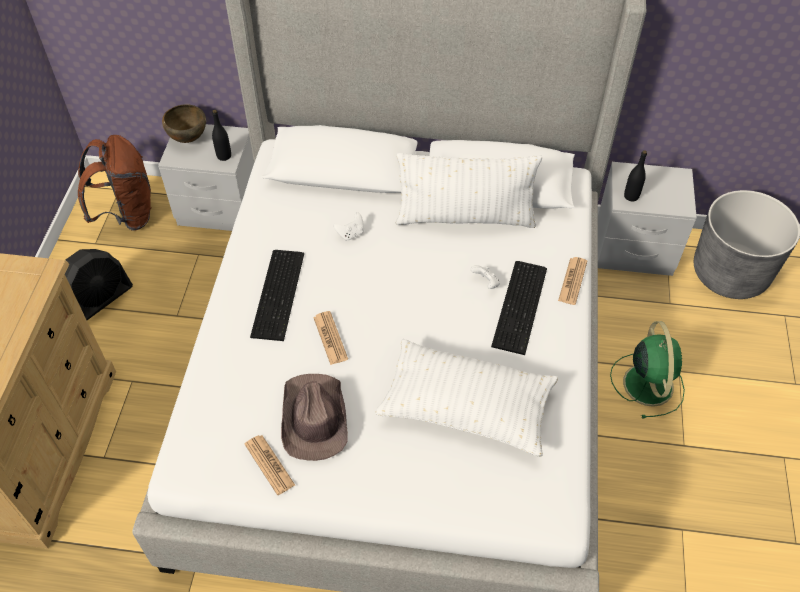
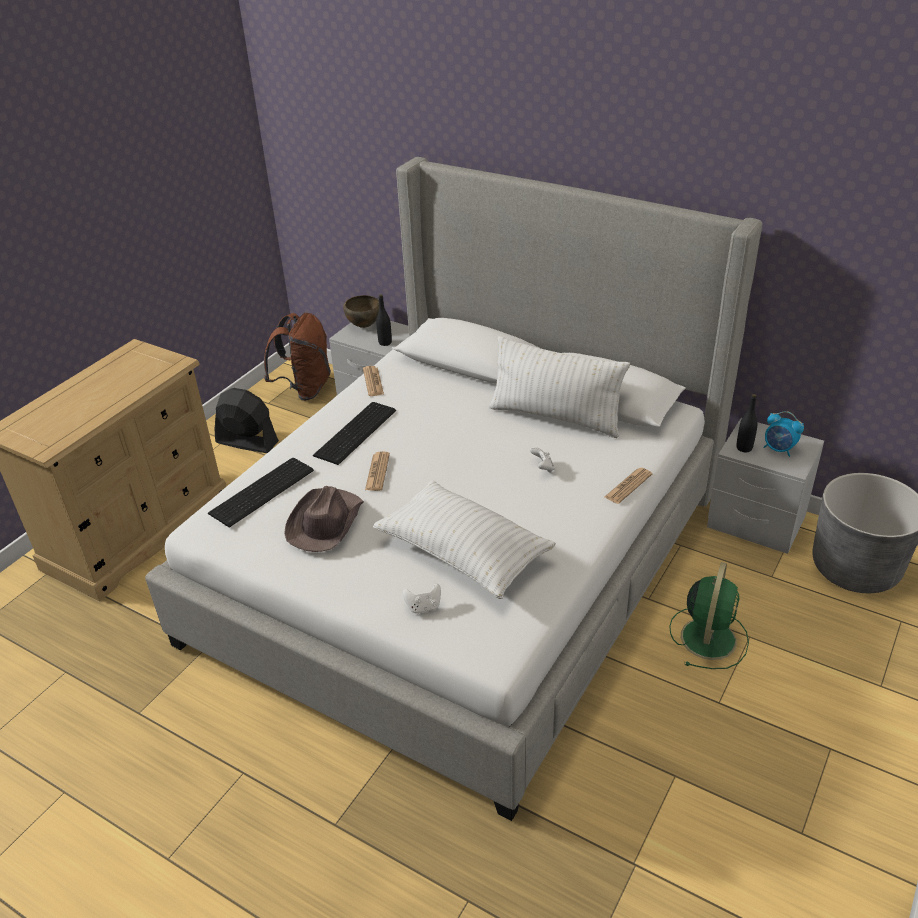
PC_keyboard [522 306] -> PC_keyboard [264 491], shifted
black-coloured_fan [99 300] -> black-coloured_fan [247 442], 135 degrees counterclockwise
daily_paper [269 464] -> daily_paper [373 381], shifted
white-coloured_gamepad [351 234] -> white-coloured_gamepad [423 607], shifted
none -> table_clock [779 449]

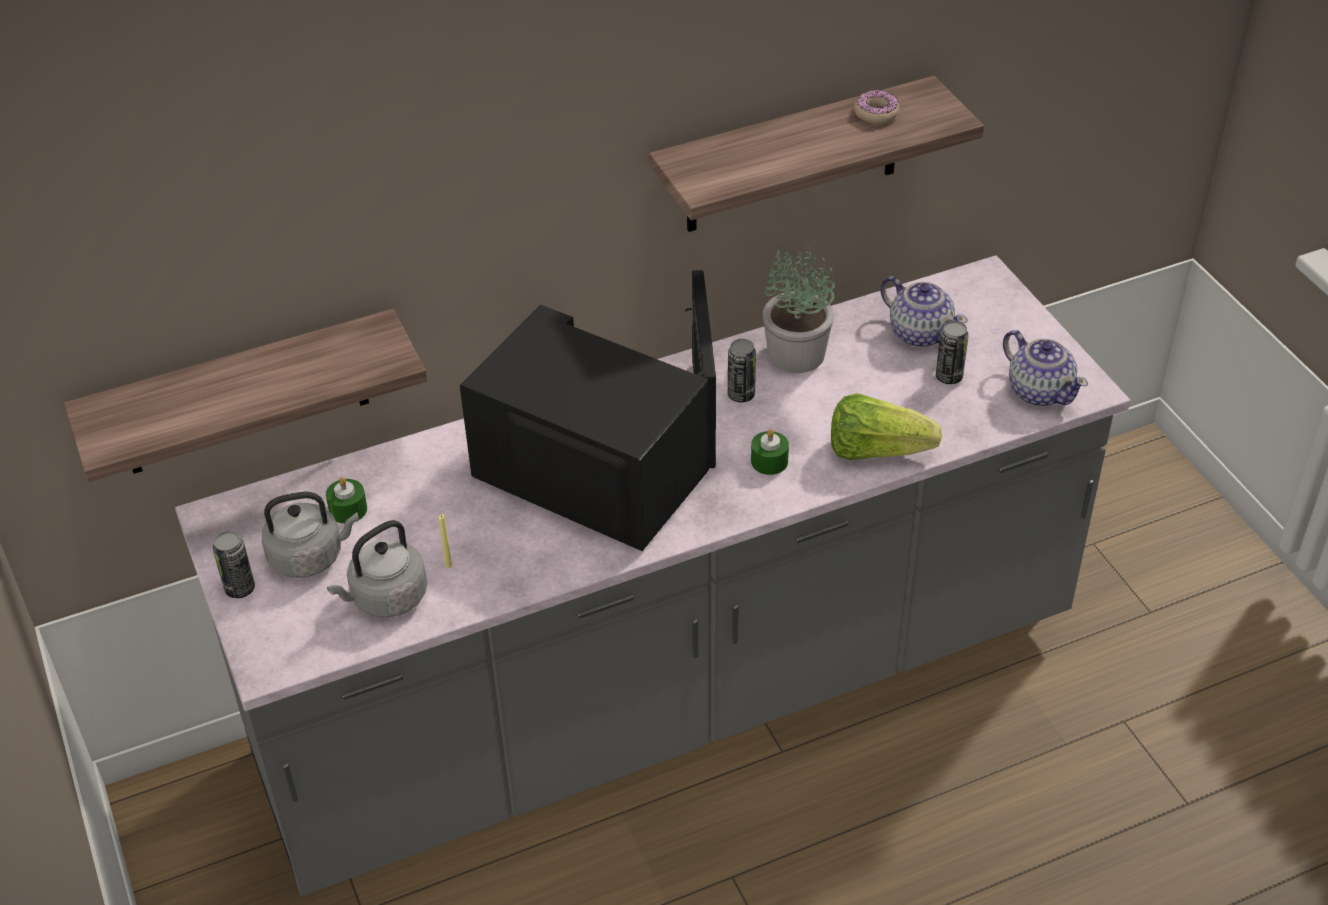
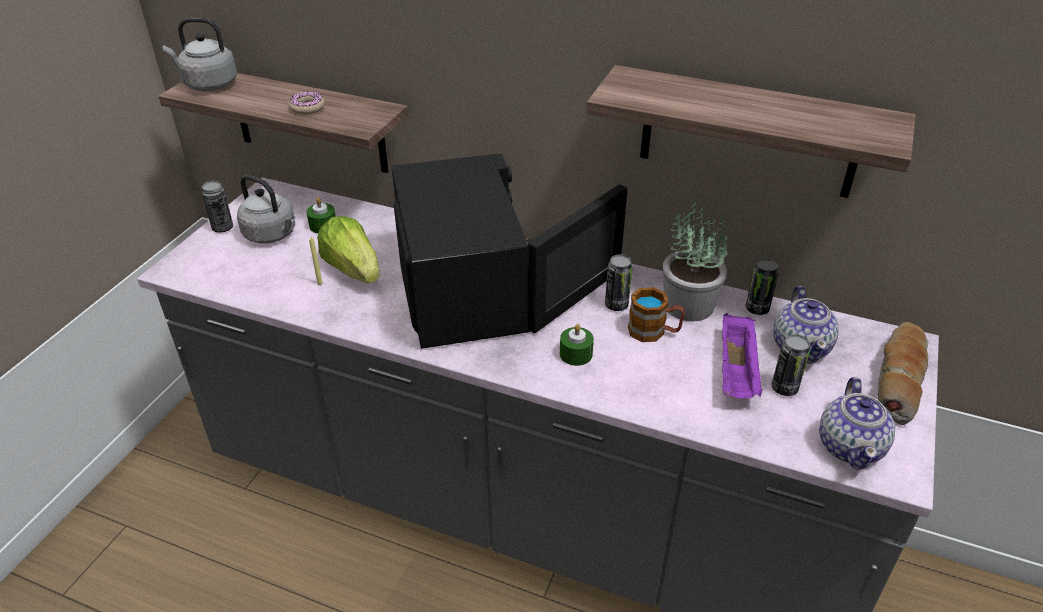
greyish_kettle [386 598] -> greyish_kettle [208 84], shifted
ring_doughnut [876 113] -> ring_doughnut [307 108], shifted
lettuce_head [876 450] -> lettuce_head [353 269], shifted
none -> mug [654 332]
none -> purple_carrying_tray [737 371]
none -> metal_can [757 309]
none -> baked_bread [897 379]

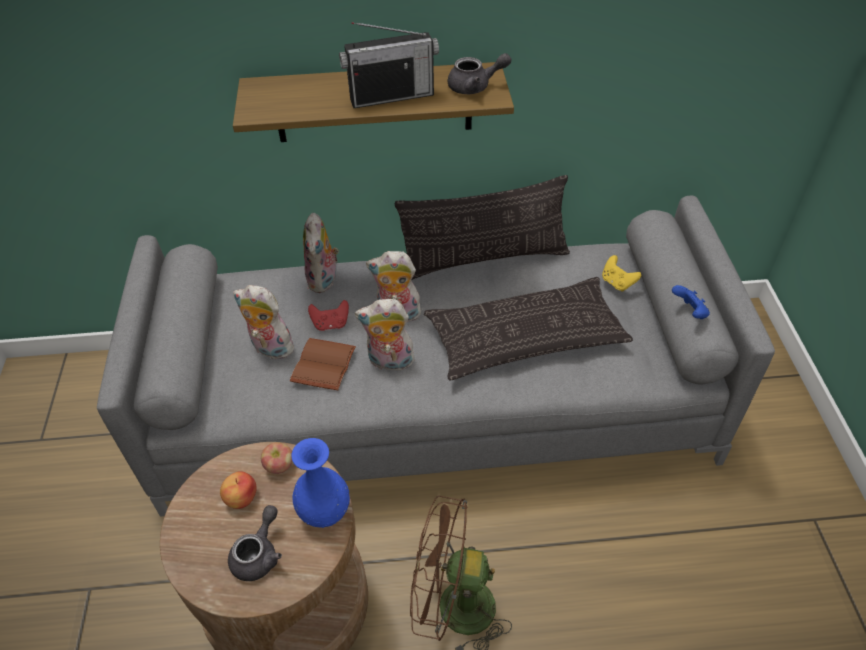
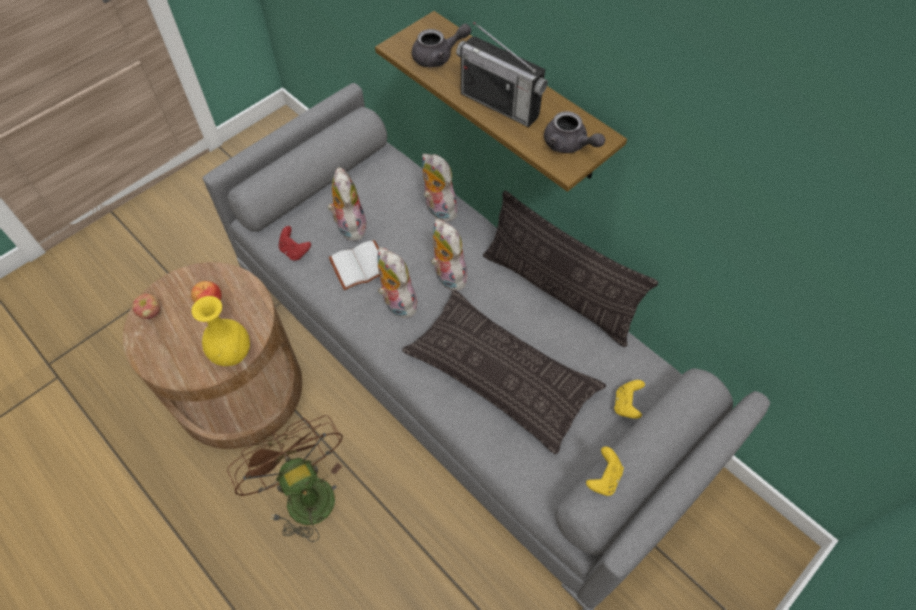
whole_apple [279 466] -> whole_apple [151 312], shifted
blue-coloured_flower_vase [325 511] -> yellow_flower_vase [233 353]
red_gamepad [330 324] -> red_gamepad [295 251], shifted
brown-coloured_volume [322 364] -> white-coloured_volume [360 264]
greyish_teapot [259 554] -> greyish_teapot [438 57], shifted
cuddly_toy [324 280] -> cuddly_toy [438 209], 90 degrees clockwise
blue-coloured_gamepad [689 312] -> yellow_gamepad [603 478]

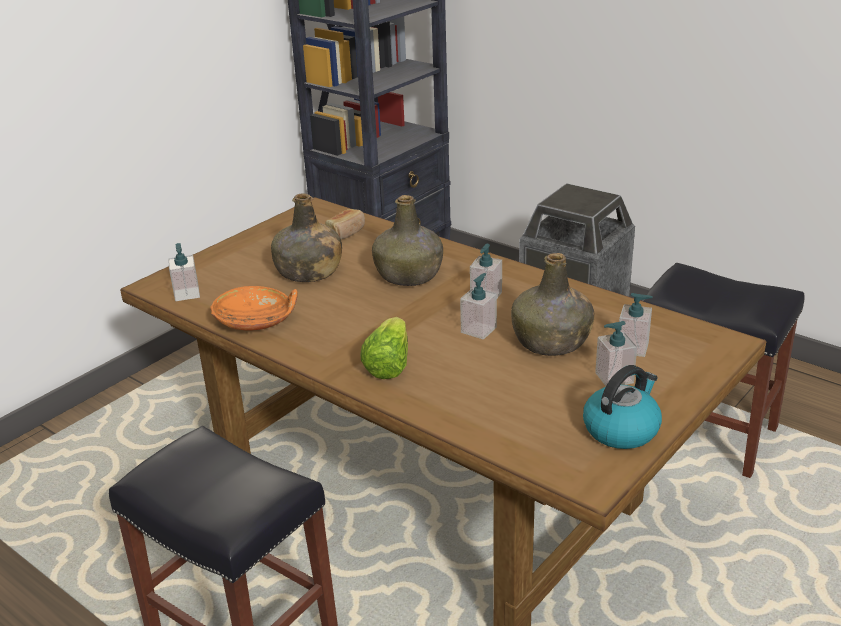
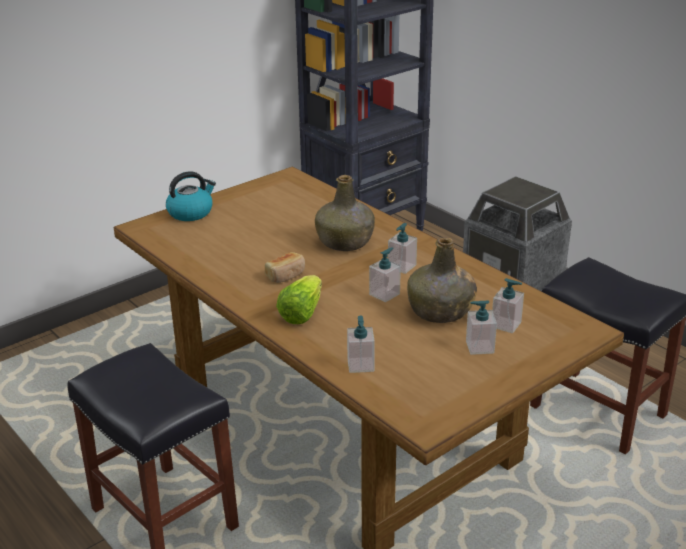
kettle [621 429] -> kettle [191 212], shifted
baked_bread [346 232] -> baked_bread [286 275], shifted
liquid_soap_bottle [187 294] -> liquid_soap_bottle [360 365], shifted
orangey_deep_dish [256 320] -> none
green-coloured_bottle [308 272] -> none

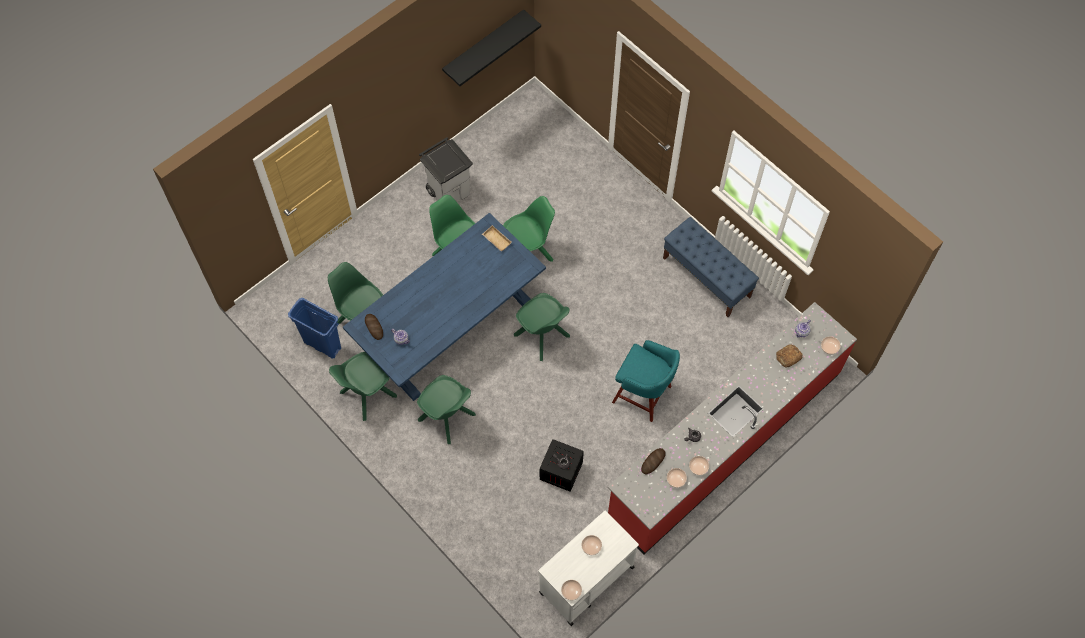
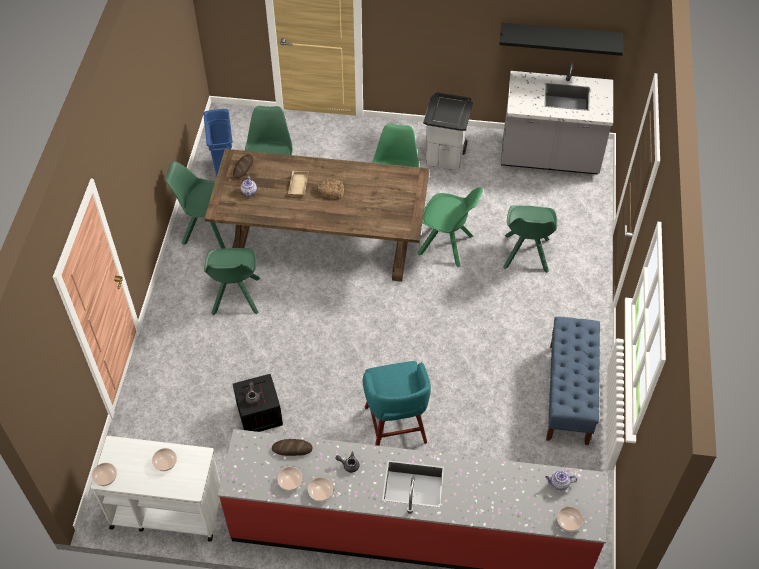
blue-coloured_kitchen_table [449 327] -> brown-coloured_kitchen_table [321 241]
beige-coloured_carrying_tray [496 240] -> beige-coloured_carrying_tray [297 185], shifted
baked_bread [788 357] -> baked_bread [331 191], shifted
none -> greyish_kitchen_base_unit [549 157]
green-coloured_chair [543 337] -> green-coloured_chair [526 254], shifted

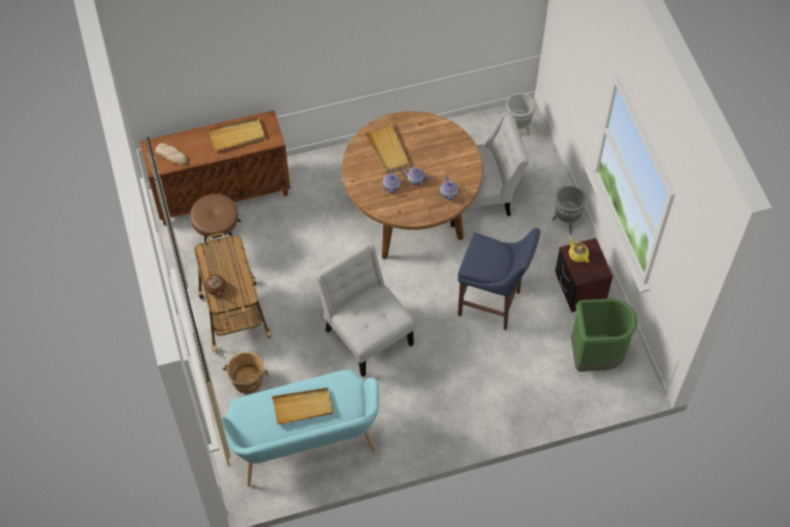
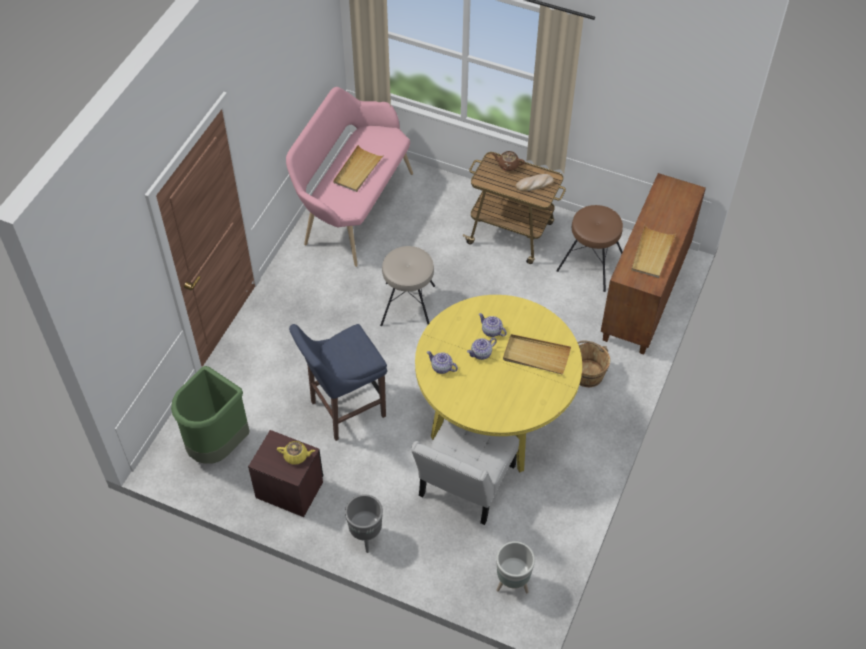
turquoise_indoor_bench [305 447] -> pink-coloured_indoor_bench [353 208]
white-coloured_chair [366 333] -> beige-coloured_stool [408 305]
brown-coloured_kitchen_table [411 215] -> yellow_kitchen_table [494 416]
baked_bread [171 155] -> baked_bread [534 184], shifted
brown-coloured_bucket [247 380] -> brown-coloured_bucket [587 373], shifted

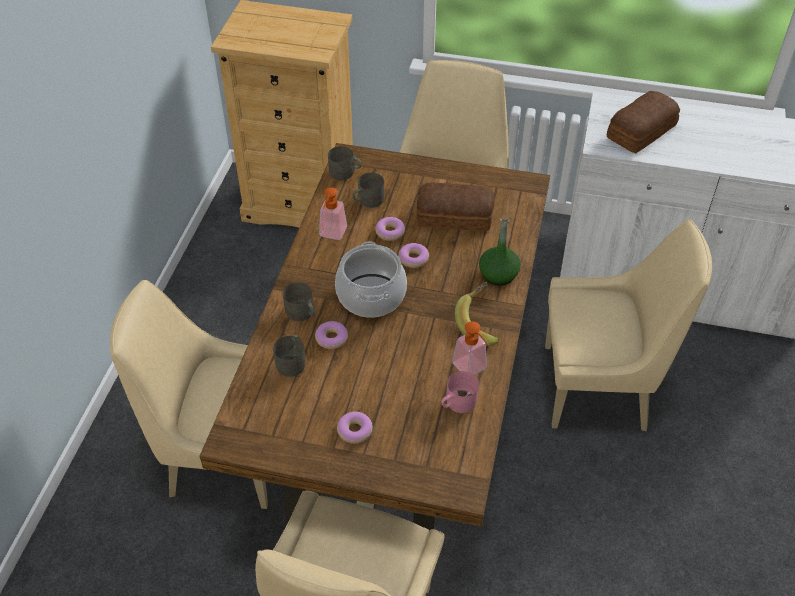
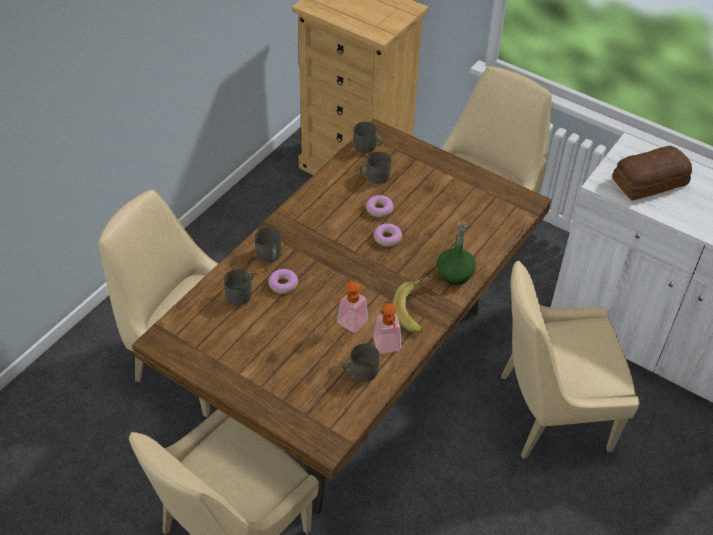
liquid_soap_bottle [331 235] -> liquid_soap_bottle [349 325], shifted
pink-coloured_mug [457 403] -> greyish_mug [360 371]
beige-coloured_chair [600 387] -> beige-coloured_chair [549 412], 150 degrees clockwise
cooking_pot [370 296] -> none
ring_doughnut [355 431] -> none
baked_bread [455 217] -> none

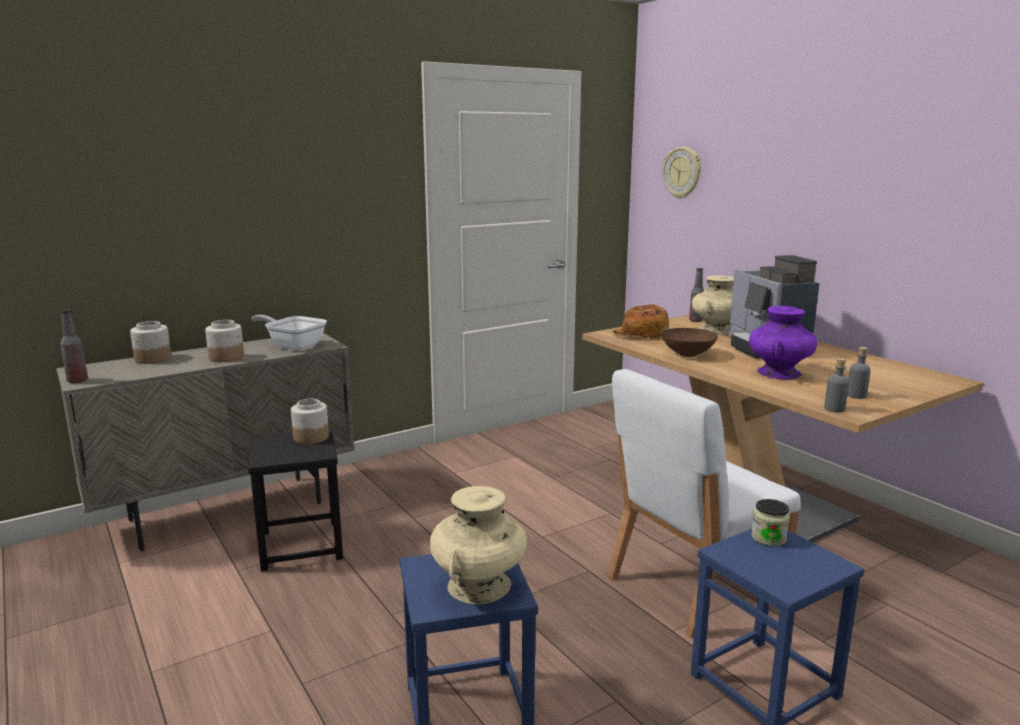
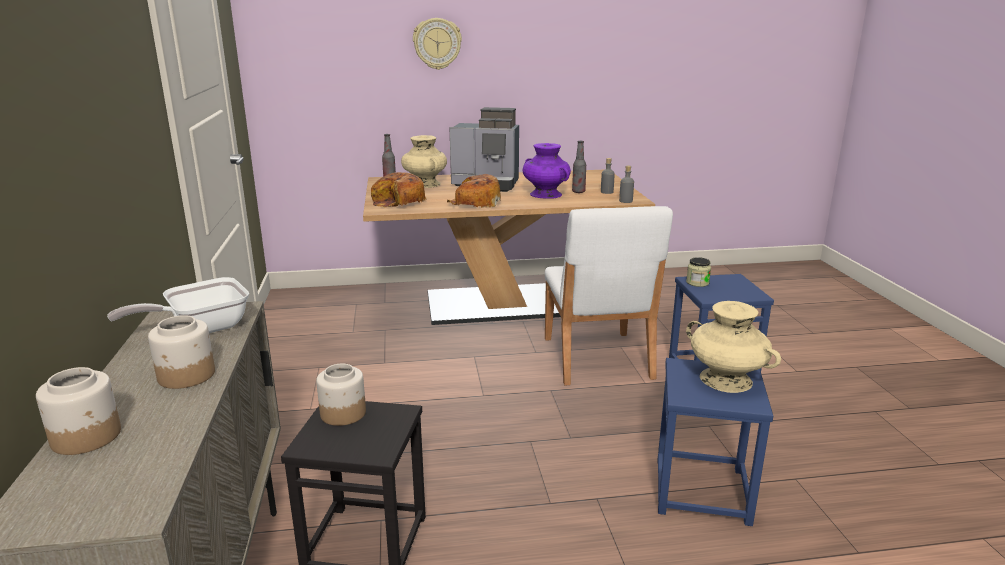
clock_on_the_wall [682 172] -> clock_on_the_wall [437 43], shifted
brown-coloured_deep_dish [688 354] -> baked_bread [474 202]
bottle [77 381] -> bottle [578 192], shifted

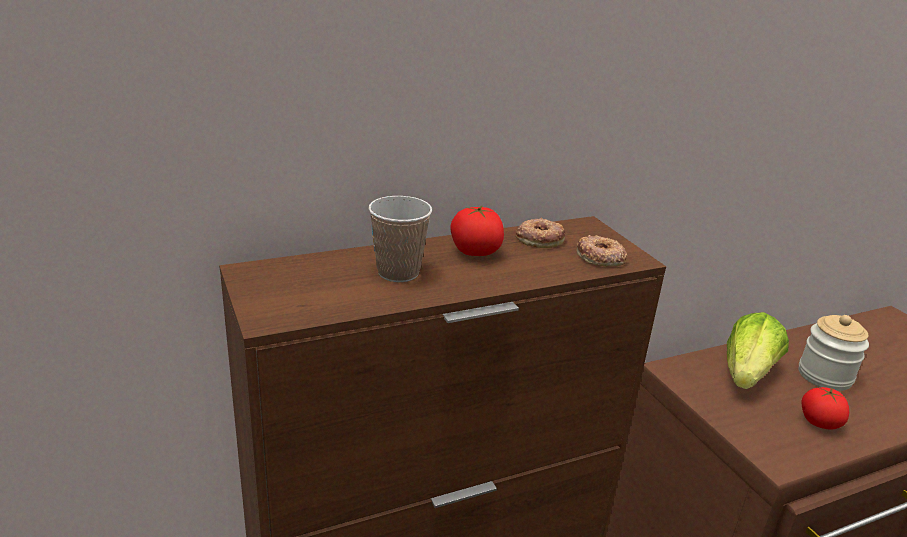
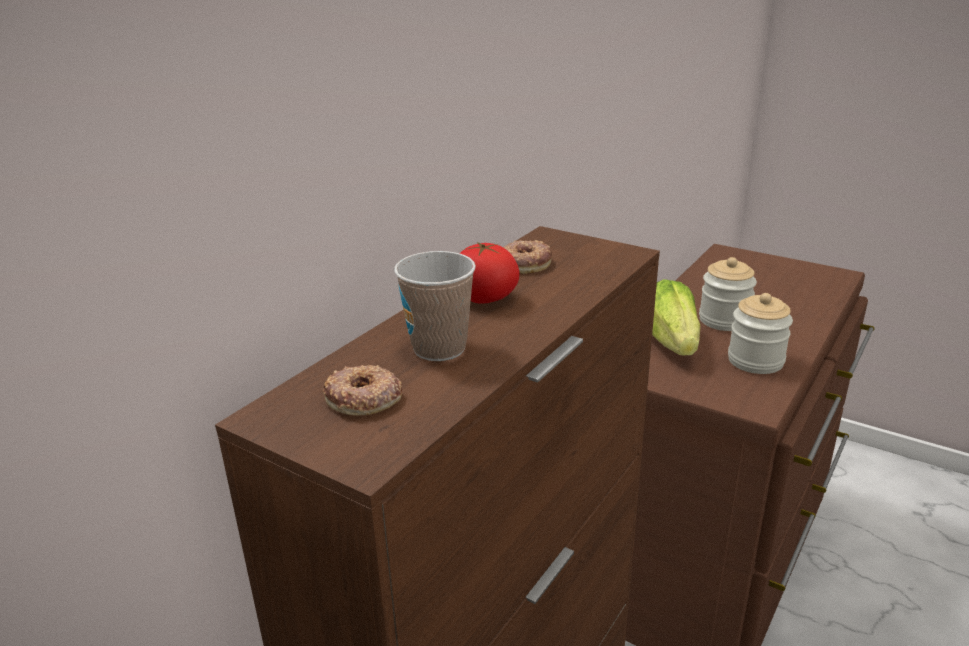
ring_doughnut [600 257] -> ring_doughnut [363 398], shifted
whole_tomato [819 423] -> jar [755 361]

